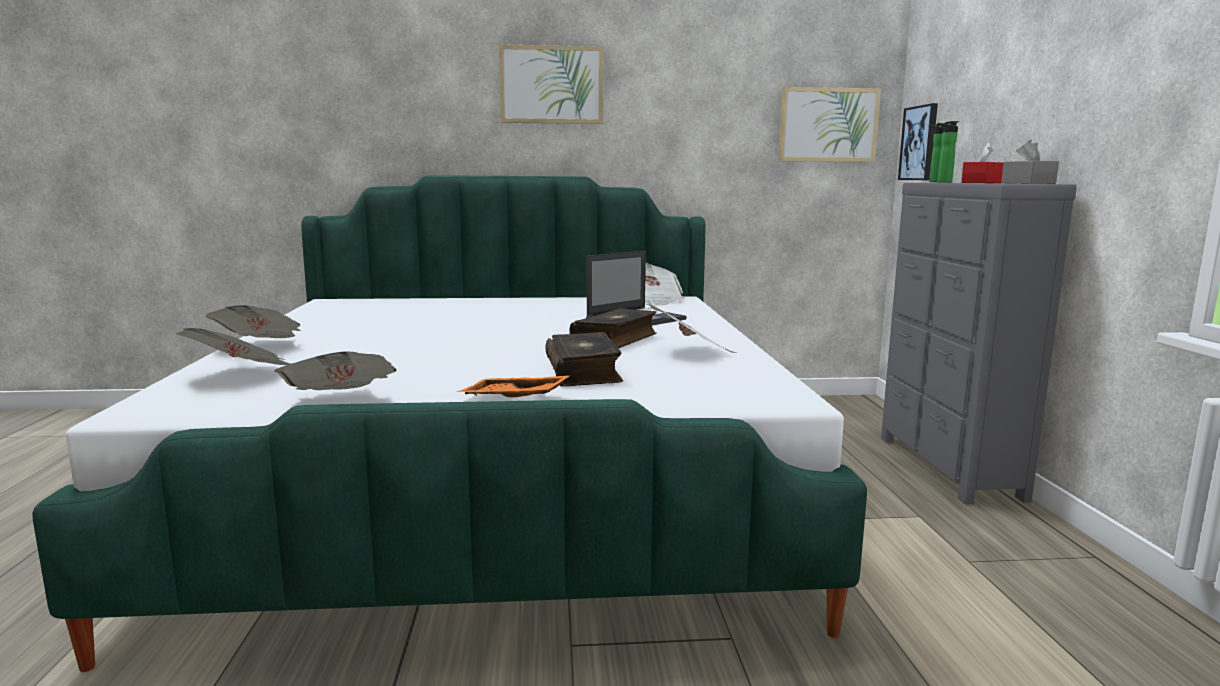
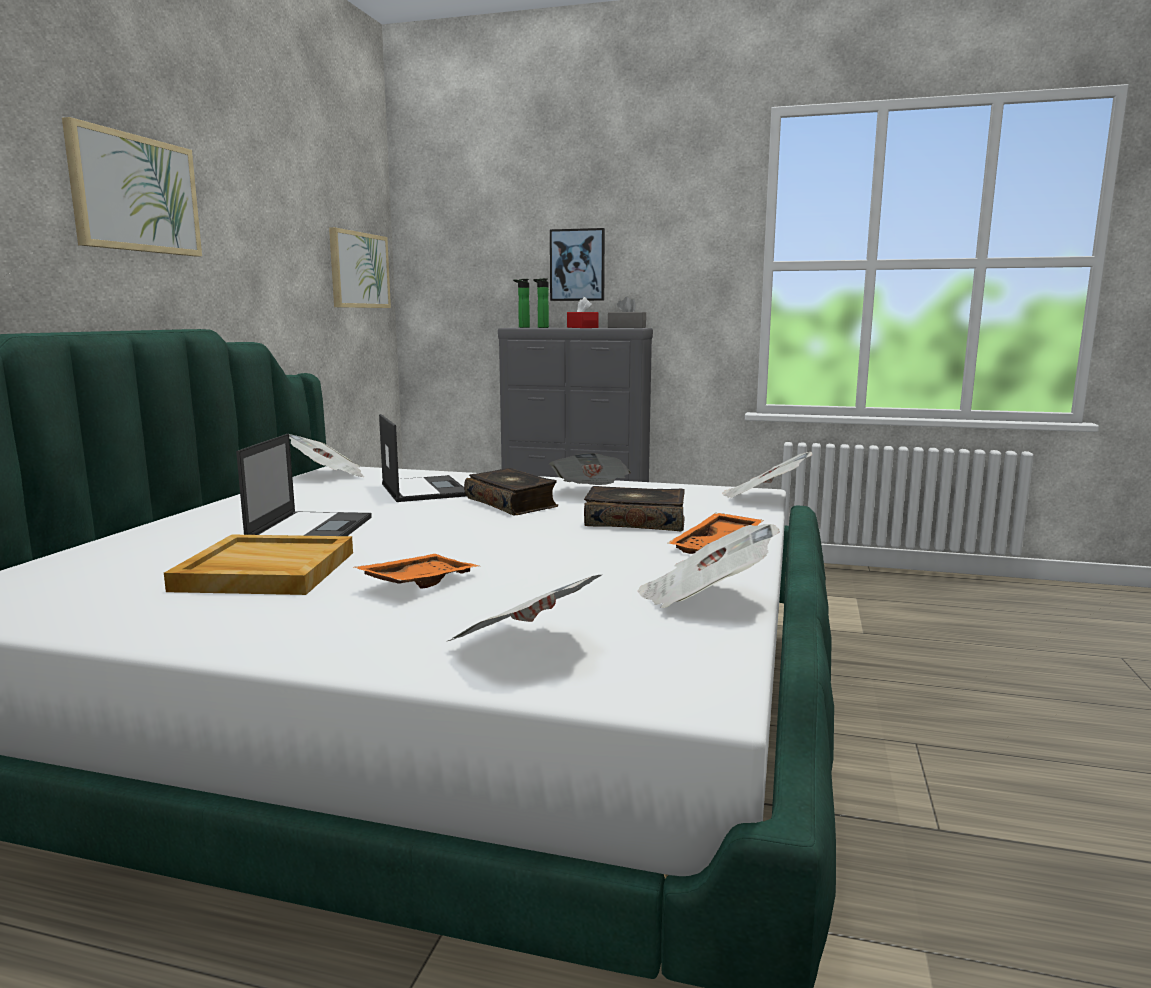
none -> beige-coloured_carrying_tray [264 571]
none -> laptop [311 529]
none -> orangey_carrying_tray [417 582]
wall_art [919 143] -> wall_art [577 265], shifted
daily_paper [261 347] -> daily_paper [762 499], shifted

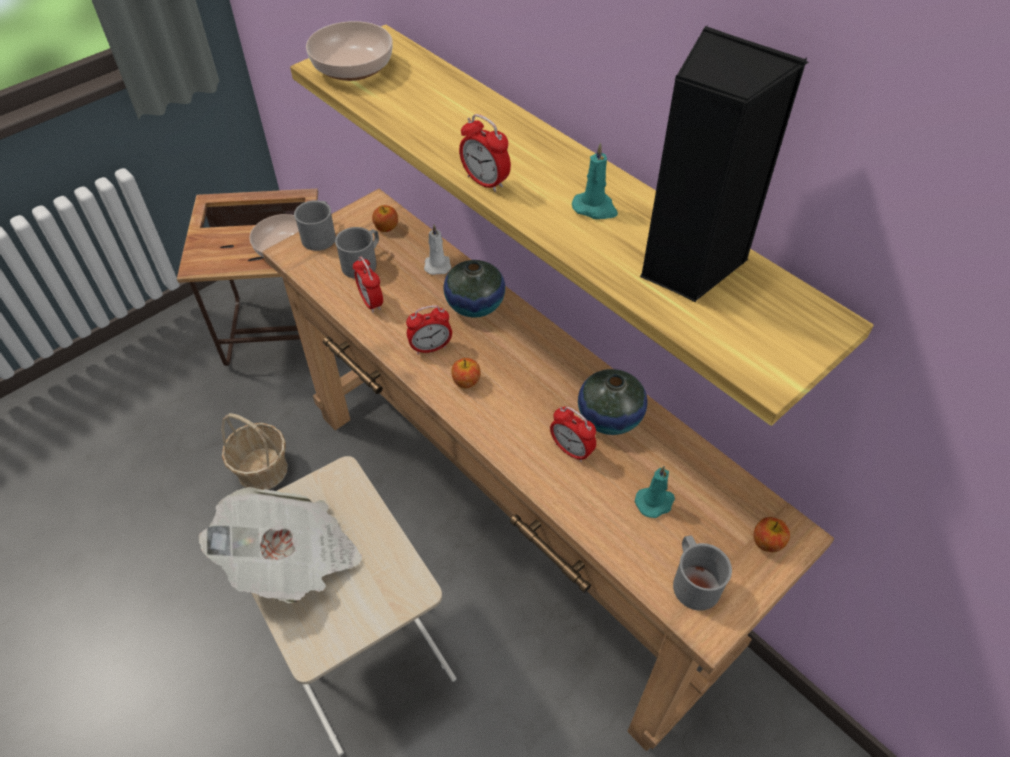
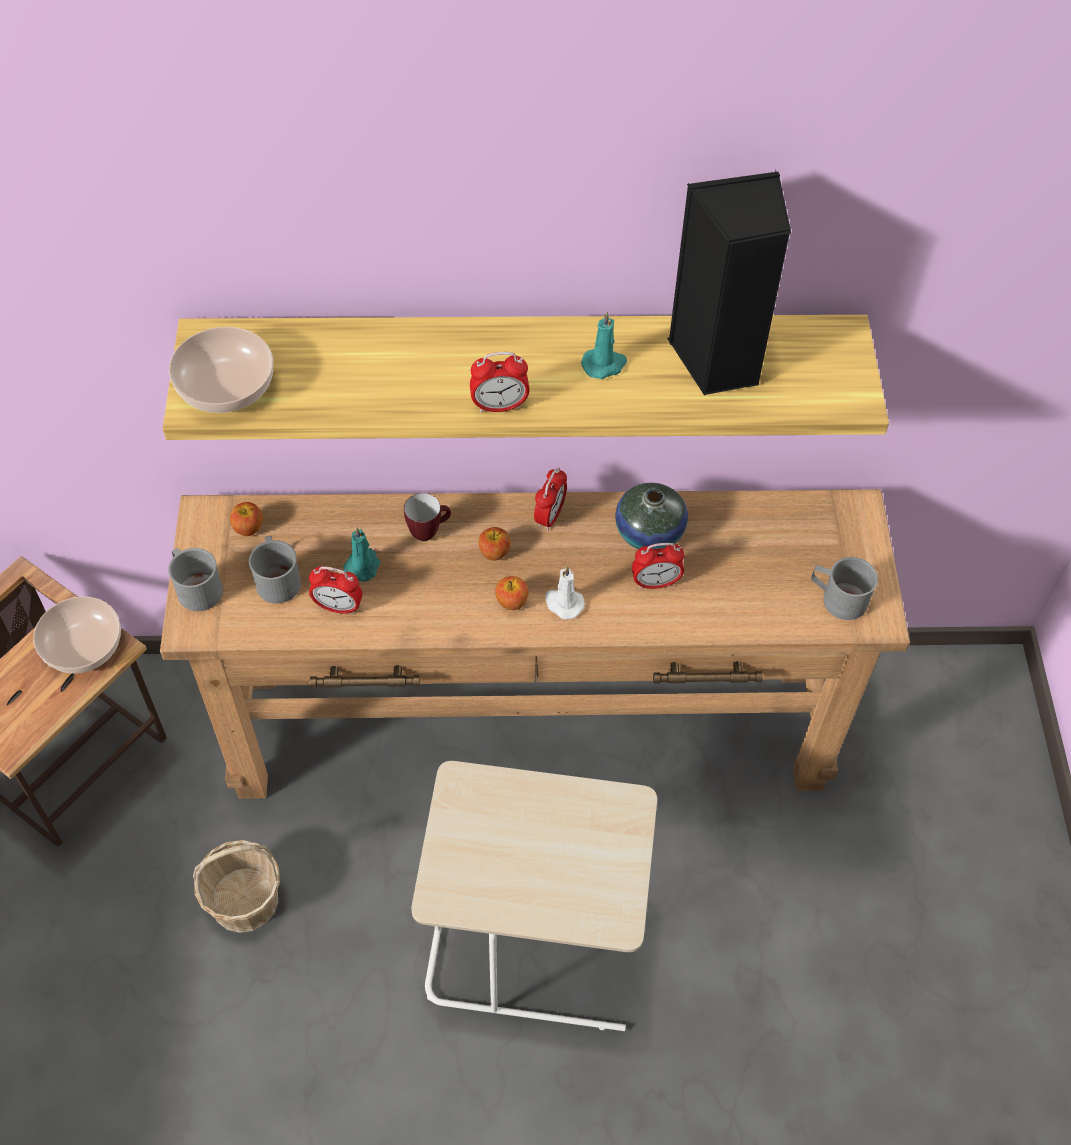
turquoise_candle [655 502] -> turquoise_candle [363 565], shifted
flower_vase [475 304] -> mug [429 531]
whole_apple [767 542] -> whole_apple [494 552], shifted
table_clock [430 348] -> table_clock [550 516], shifted
white-coloured_candle [437 264] -> white-coloured_candle [563 603], shifted
daily_paper [292 559] -> none

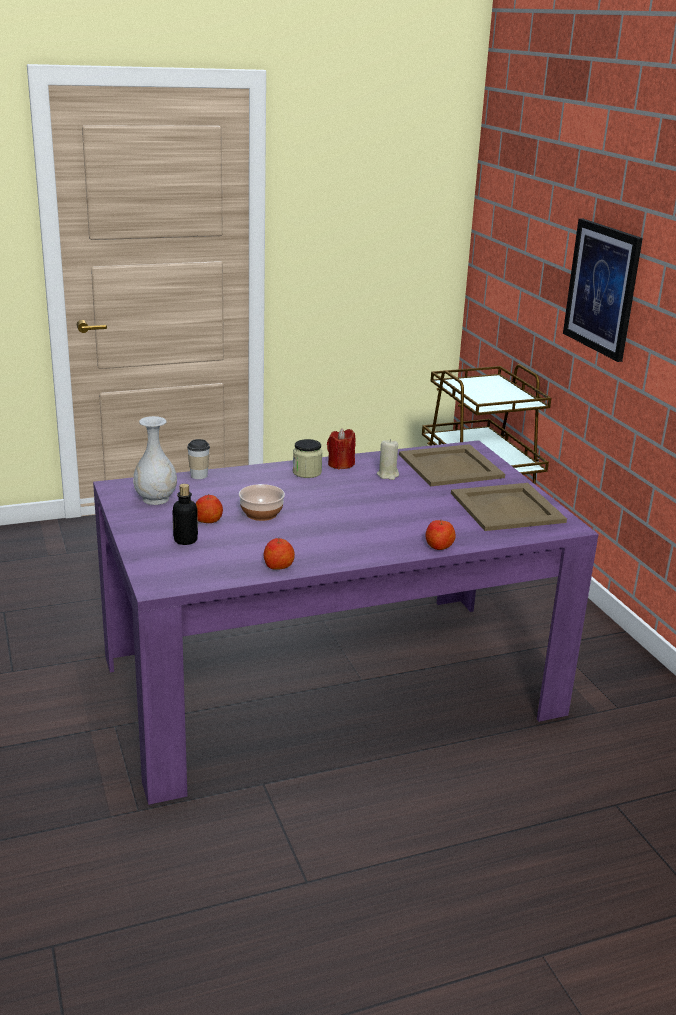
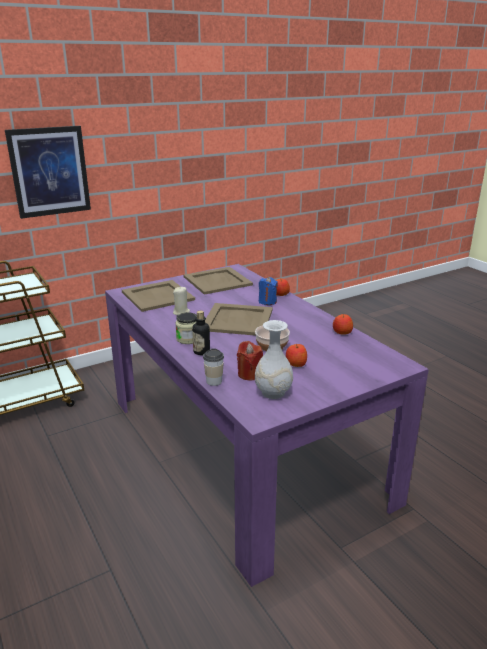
bottle [185 540] -> bottle [201 351], shifted
none -> beige-coloured_carrying_tray [238 320]
red_candle [340 464] -> red_candle [249 374], shifted
none -> blue-coloured_candle [267 301]

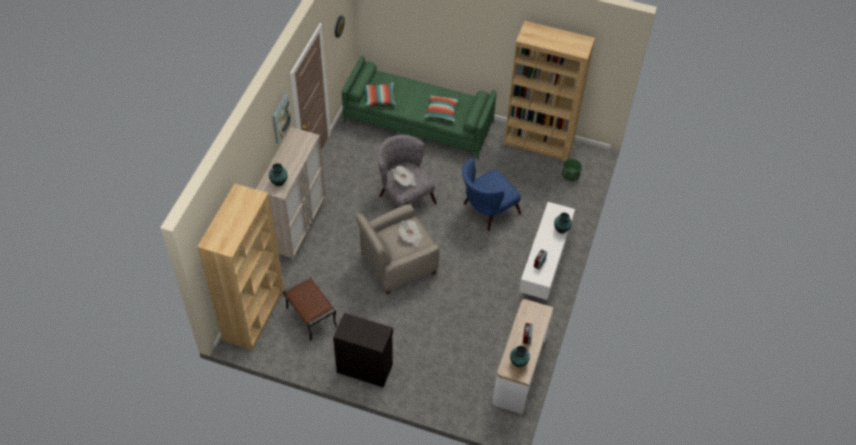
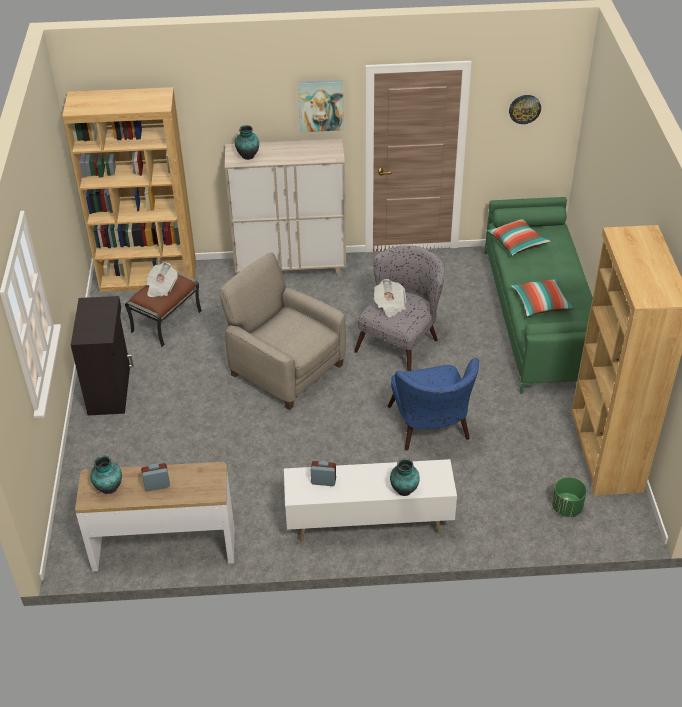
daily_paper [410 237] -> daily_paper [161 287], shifted
blue-coloured_lounge_chair [486 211] -> blue-coloured_lounge_chair [431 429], 135 degrees counterclockwise

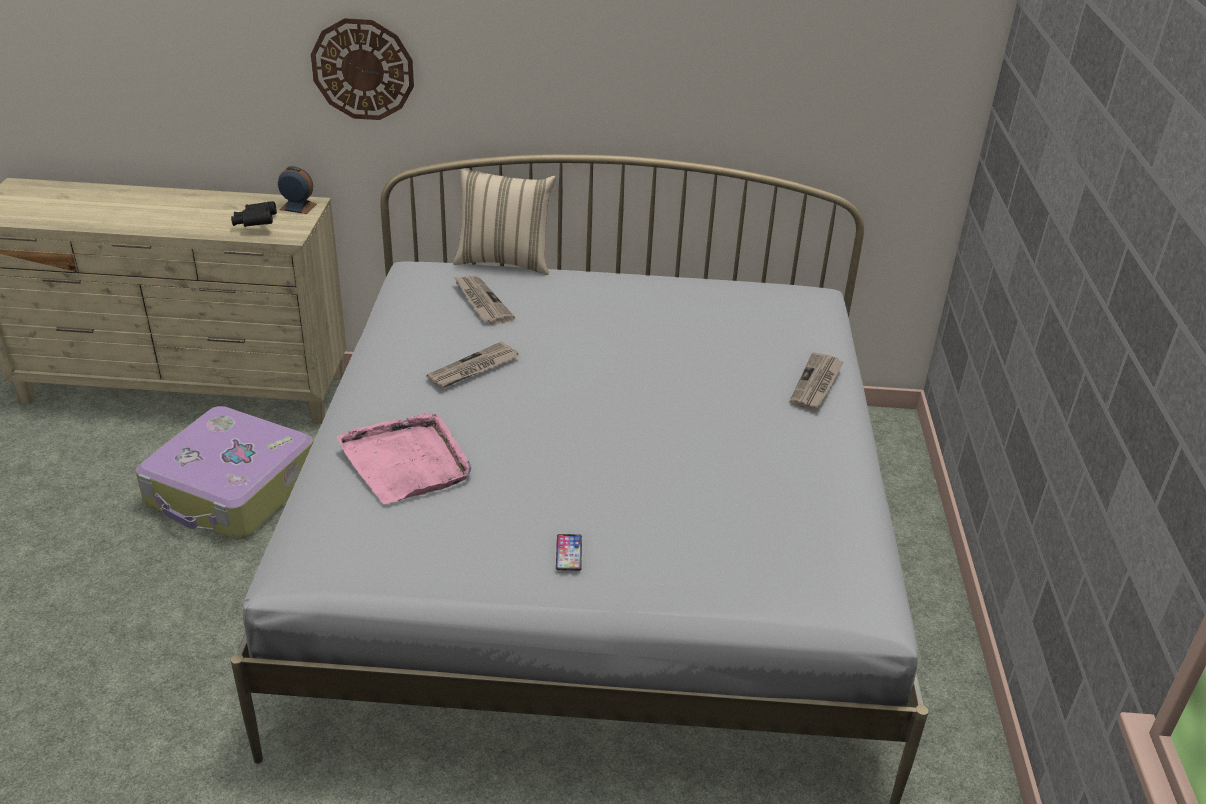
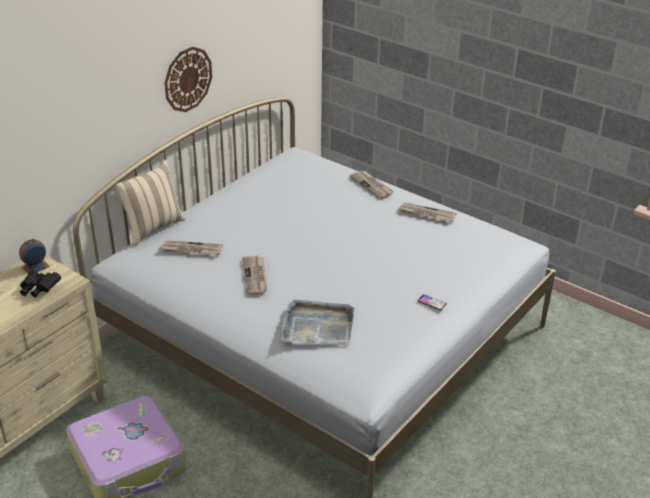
clock_on_the_wall [363 69] -> clock_on_the_wall [187 79], shifted
pink-coloured_carrying_tray [407 461] -> greyish_carrying_tray [317 326]
none -> daily_paper [426 214]

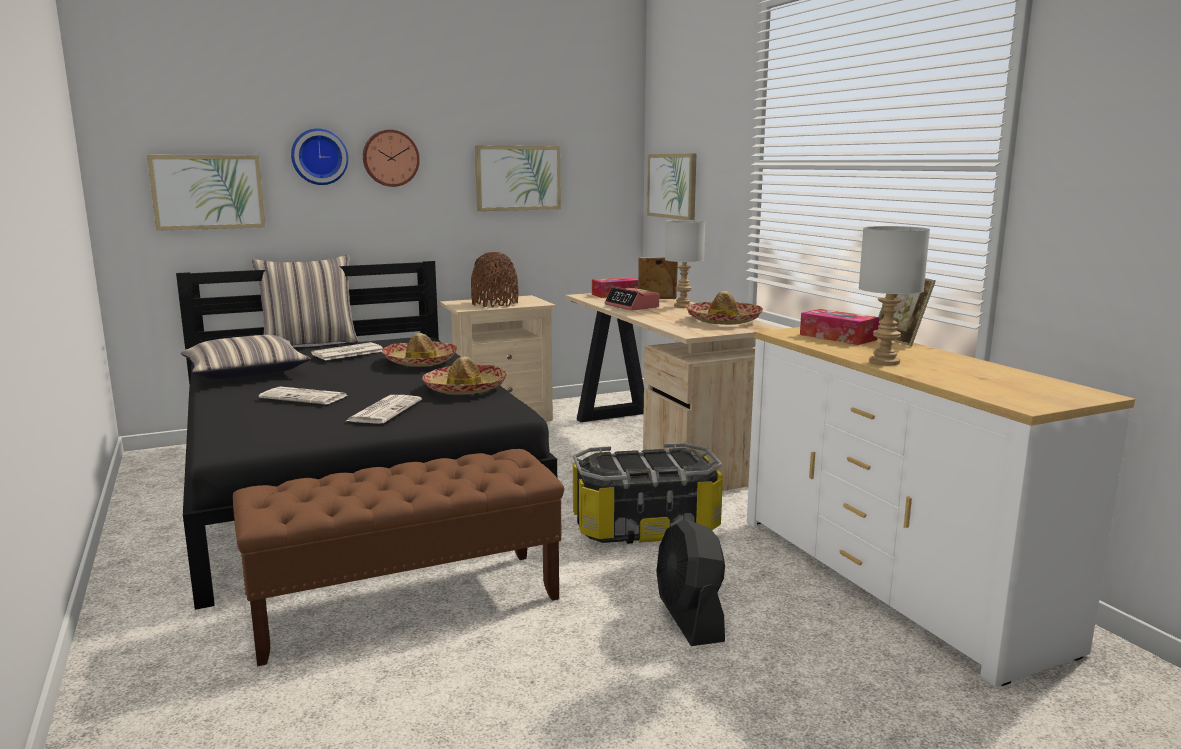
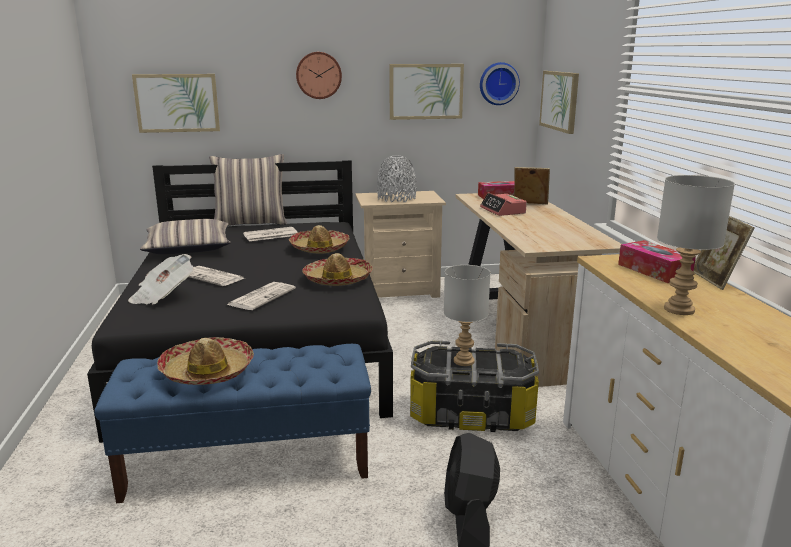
brown-coloured_indoor_bench [408 604] -> blue-coloured_indoor_bench [249 462]
none -> daily_paper [163 296]
wearable_hat [722 321] -> wearable_hat [207 371], shifted
brown-coloured_flower_vase [495 304] -> greyish_flower_vase [396 198]
greyish_tabletop_lamp [682 306] -> greyish_tabletop_lamp [463 361], shifted
clock_on_the_wall [319 157] -> clock_on_the_wall [498 83], shifted

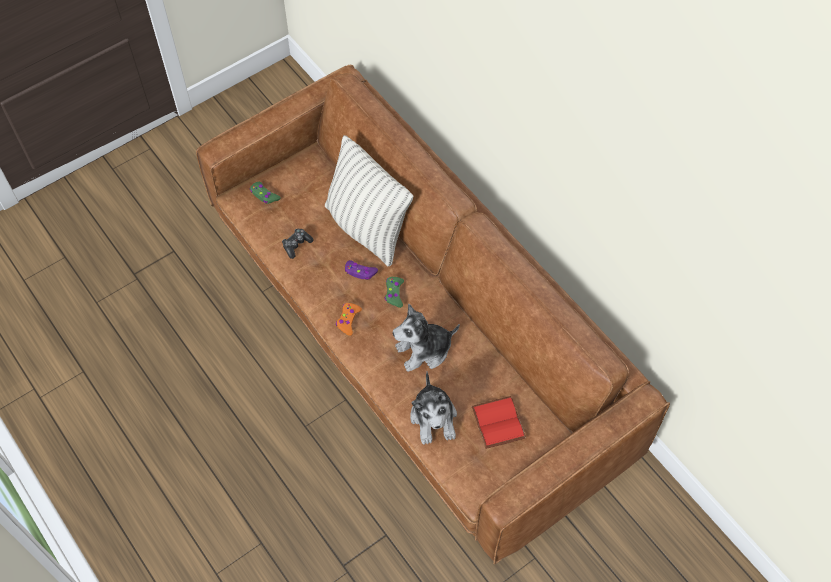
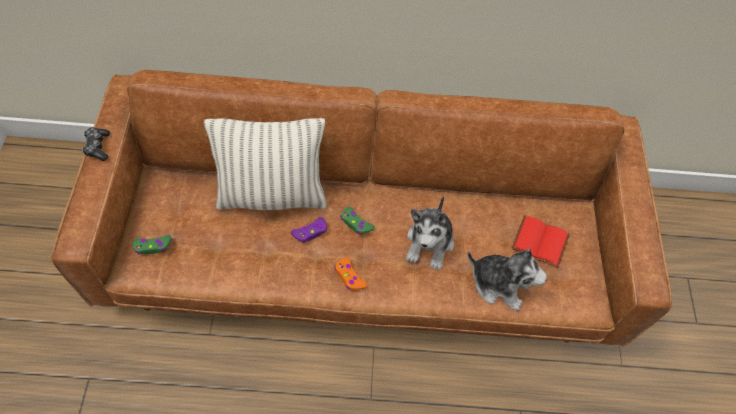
gamepad [296 245] -> gamepad [98 147], shifted

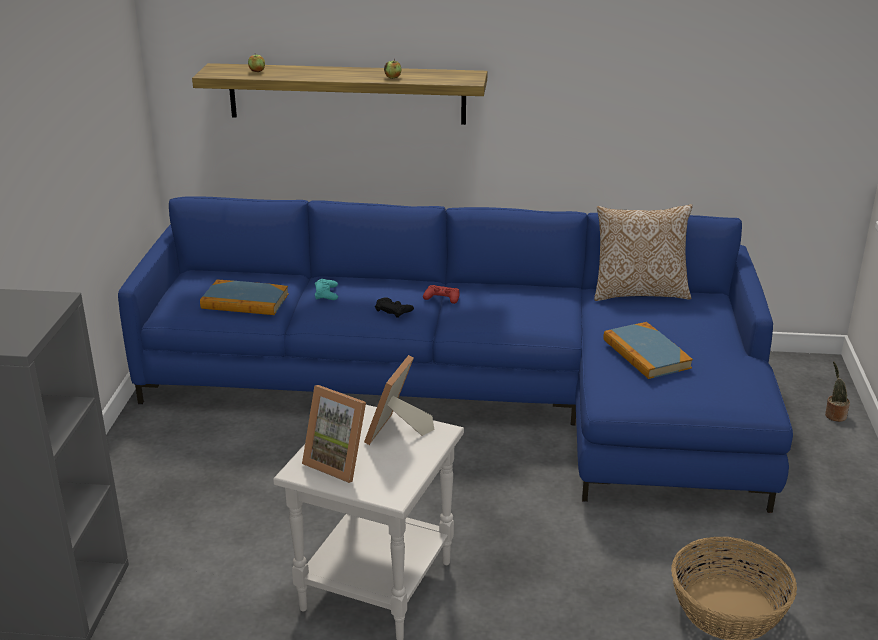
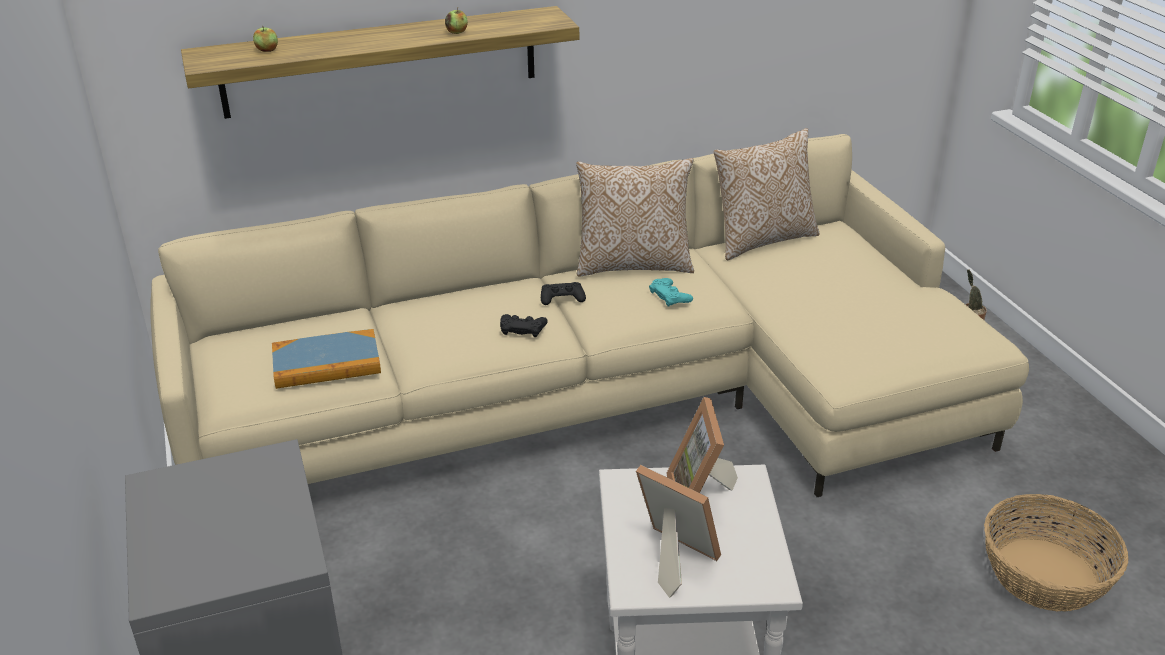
blue-coloured_couch [476 394] -> beige-coloured_couch [609 400]
red_gamepad [442 298] -> black-coloured_gamepad [562 298]
none -> cushion [633 264]
picture_frame [340 462] -> picture_frame [671 558], 150 degrees counterclockwise
turquoise_gamepad [326 293] -> turquoise_gamepad [670 296], shifted
volume [646 354] -> none

